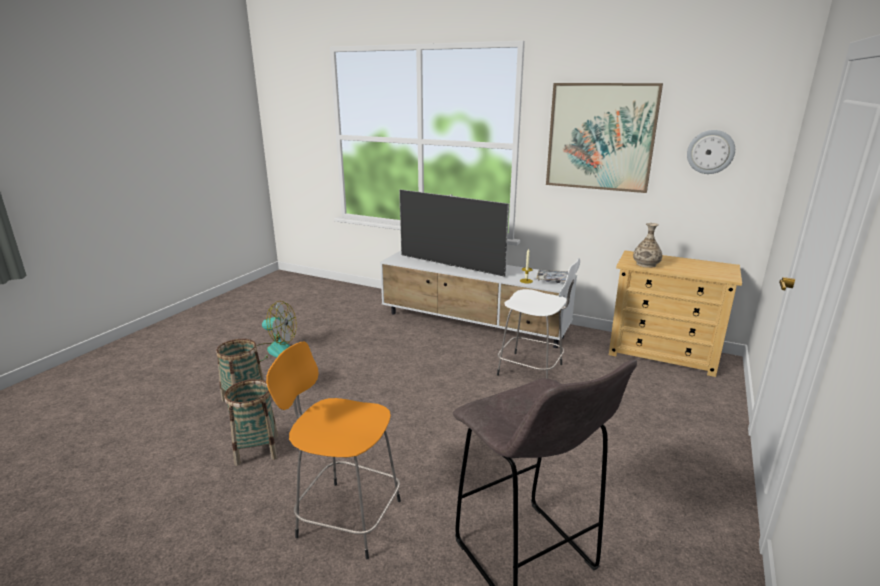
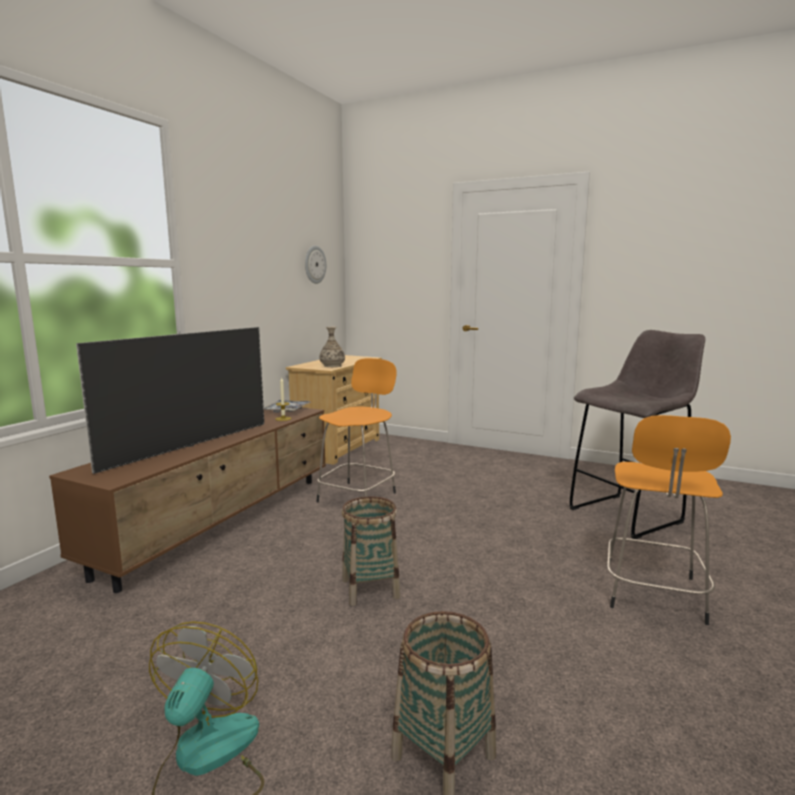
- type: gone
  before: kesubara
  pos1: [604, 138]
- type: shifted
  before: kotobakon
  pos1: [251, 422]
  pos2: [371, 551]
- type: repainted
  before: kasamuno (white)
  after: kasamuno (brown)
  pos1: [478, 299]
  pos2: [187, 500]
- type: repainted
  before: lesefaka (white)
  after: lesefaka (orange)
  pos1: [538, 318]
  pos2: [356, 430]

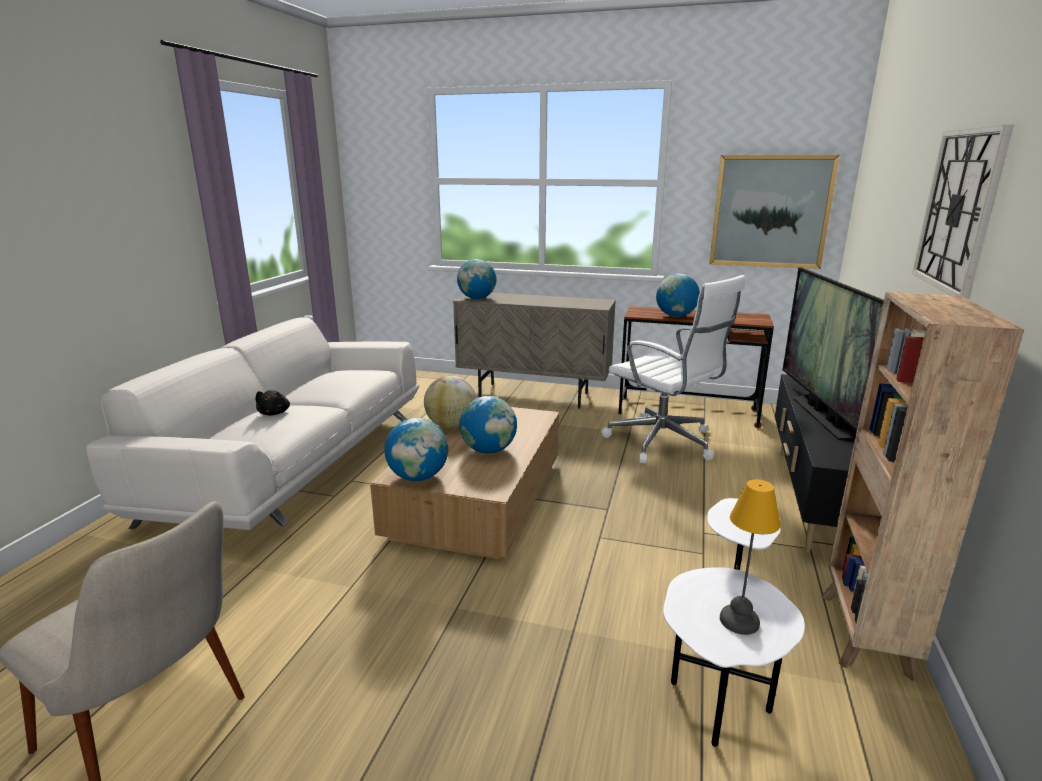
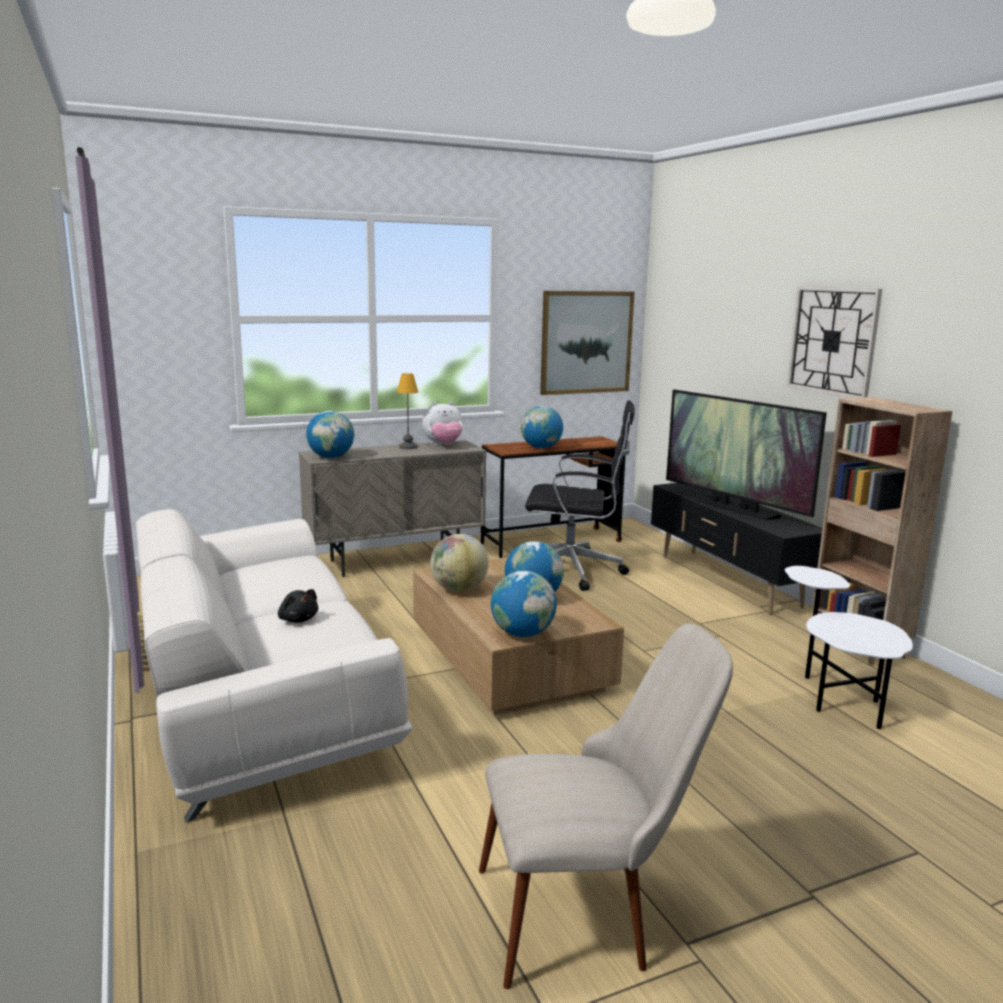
- type: new
  after: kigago
  pos2: [442, 424]
- type: shifted
  before: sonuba
  pos1: [750, 557]
  pos2: [407, 411]
- type: repainted
  before: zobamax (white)
  after: zobamax (black)
  pos1: [673, 369]
  pos2: [580, 495]

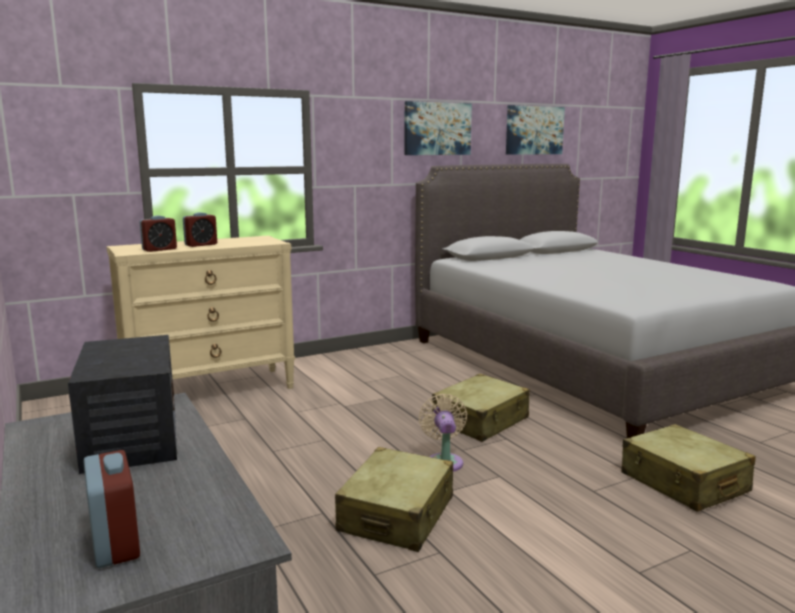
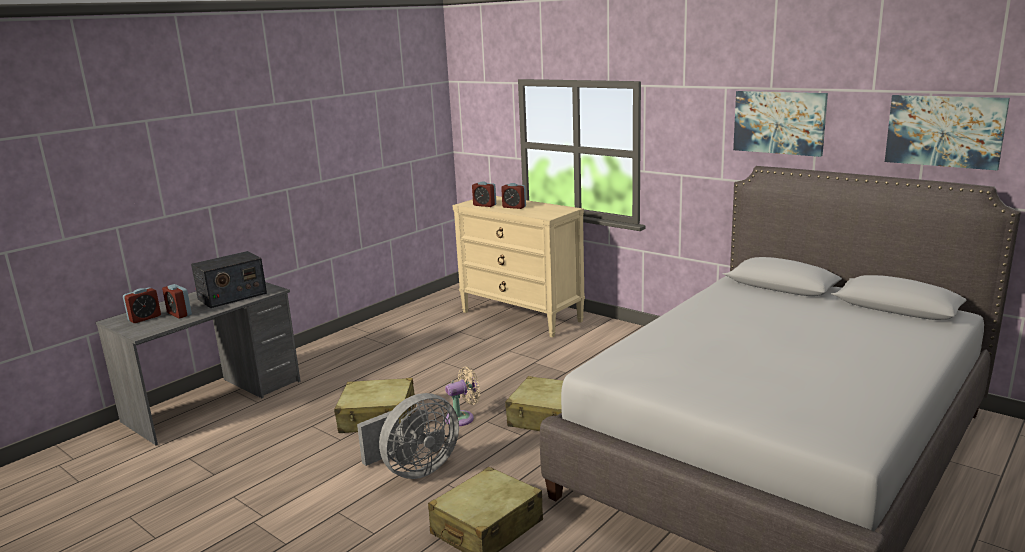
- type: new
  after: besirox
  pos2: [177, 301]
- type: new
  after: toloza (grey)
  pos2: [408, 436]

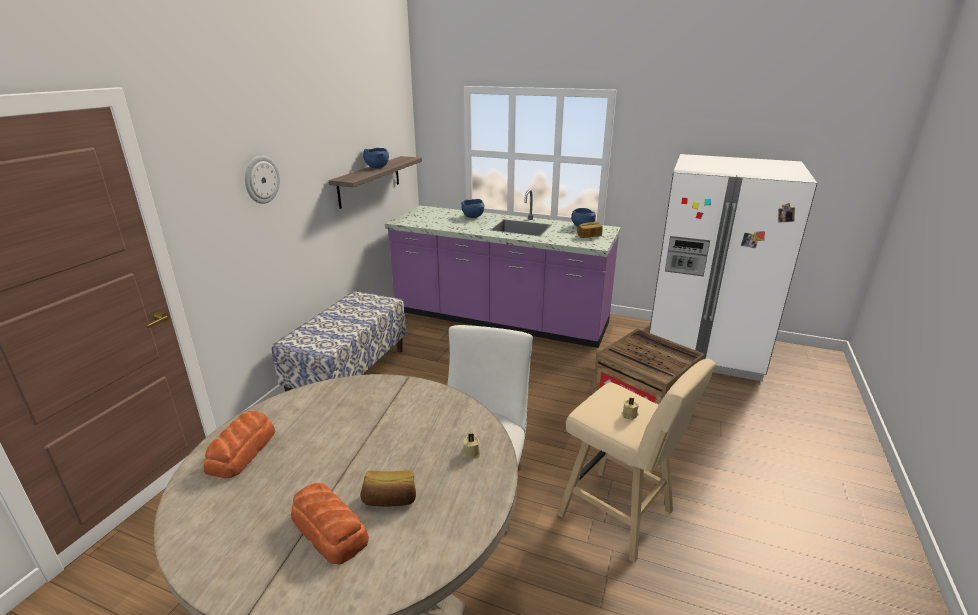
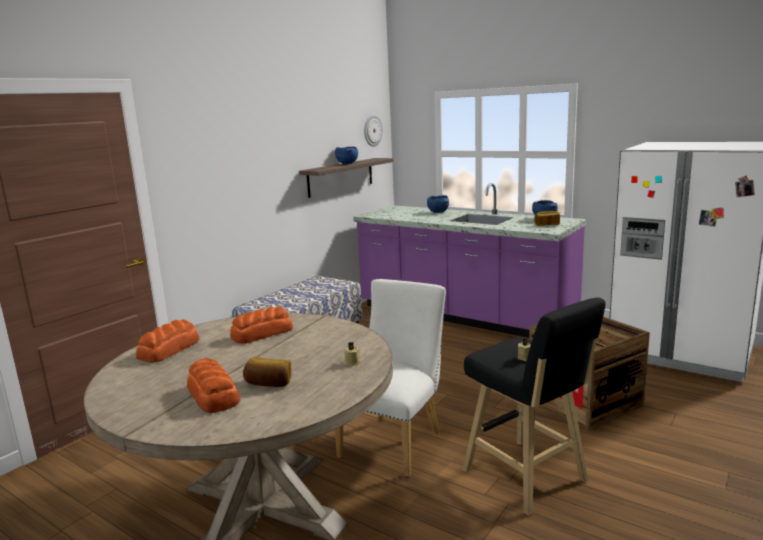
- type: new
  after: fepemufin
  pos2: [261, 325]
- type: shifted
  before: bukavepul
  pos1: [262, 179]
  pos2: [373, 131]
- type: repainted
  before: lesefaka (beige)
  after: lesefaka (black)
  pos1: [636, 461]
  pos2: [534, 407]

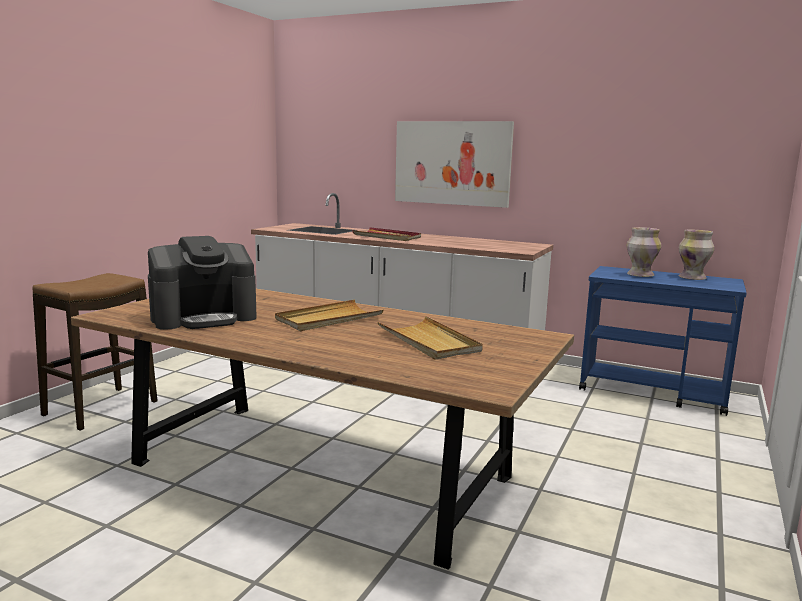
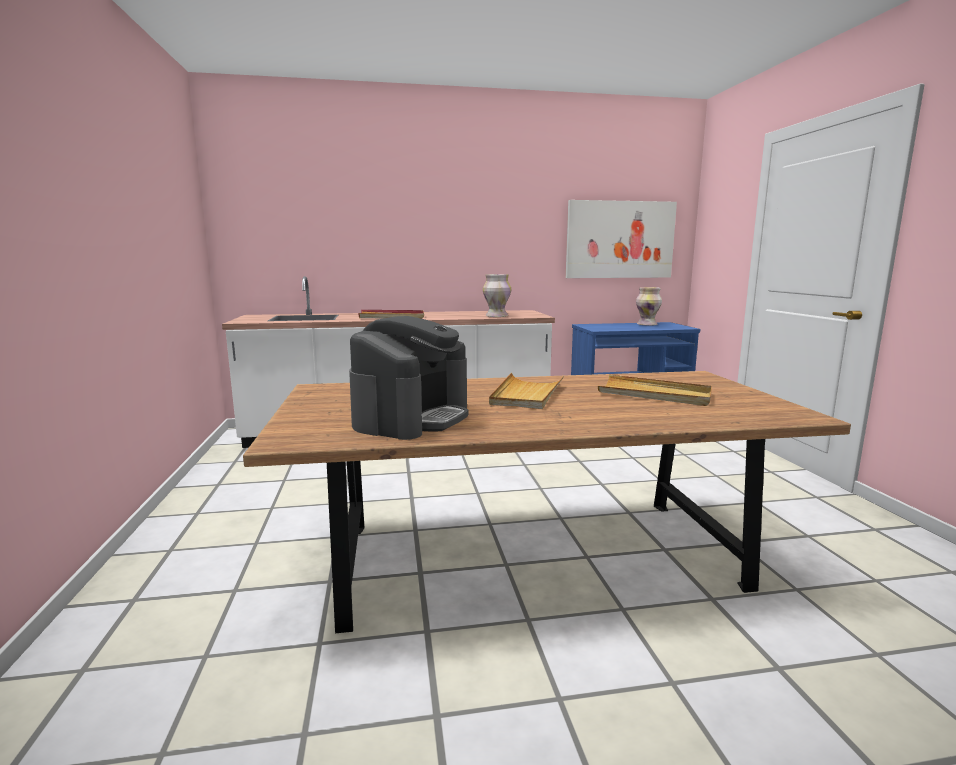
- type: gone
  before: lesefaka
  pos1: [95, 352]
- type: shifted
  before: kesubara
  pos1: [454, 164]
  pos2: [621, 239]
- type: shifted
  before: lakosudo
  pos1: [644, 252]
  pos2: [497, 295]

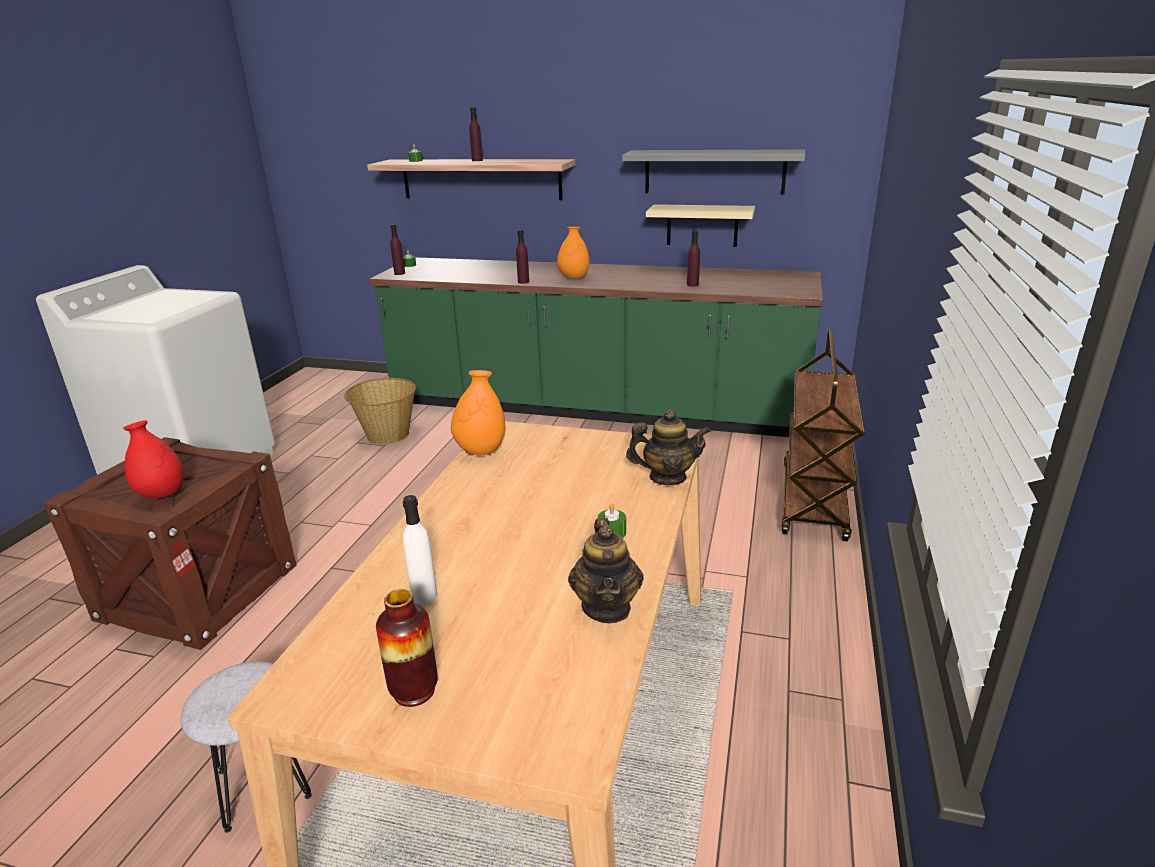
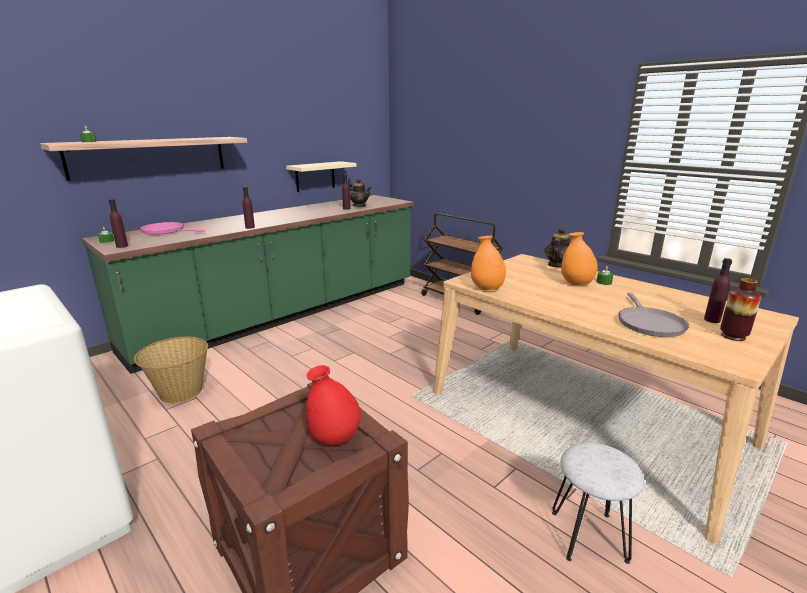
- type: gone
  before: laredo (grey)
  pos1: [713, 171]
- type: new
  after: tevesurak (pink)
  pos2: [172, 228]
- type: shifted
  before: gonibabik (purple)
  pos1: [476, 134]
  pos2: [718, 290]
- type: shifted
  before: lakosudo (orange)
  pos1: [573, 252]
  pos2: [579, 258]
- type: shifted
  before: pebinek
  pos1: [606, 570]
  pos2: [359, 193]
- type: swapped
  before: gonibabik (white)
  after: tevesurak (grey)
  pos1: [420, 550]
  pos2: [654, 314]

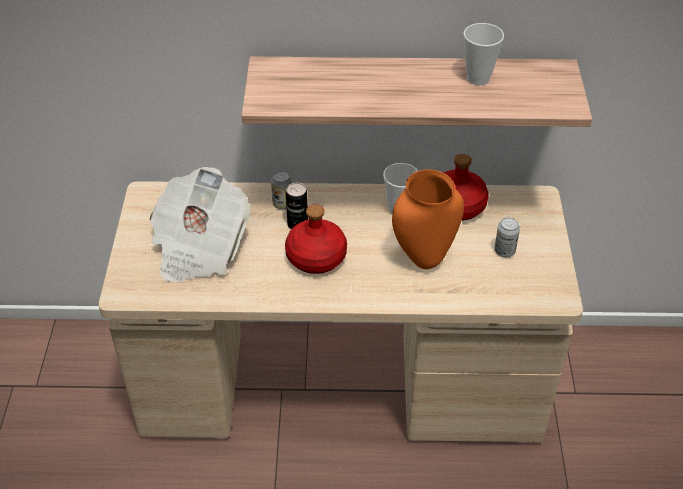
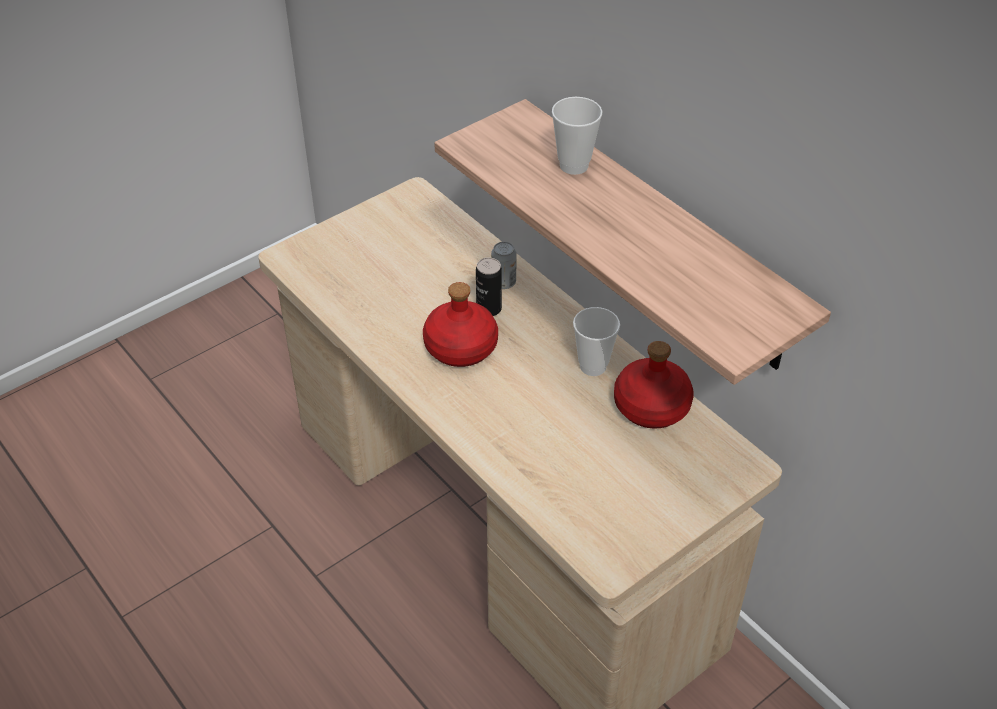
- type: gone
  before: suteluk
  pos1: [200, 224]
- type: gone
  before: lakosudo (orange)
  pos1: [428, 219]
- type: gone
  before: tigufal
  pos1: [507, 237]
- type: shifted
  before: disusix
  pos1: [484, 54]
  pos2: [577, 136]

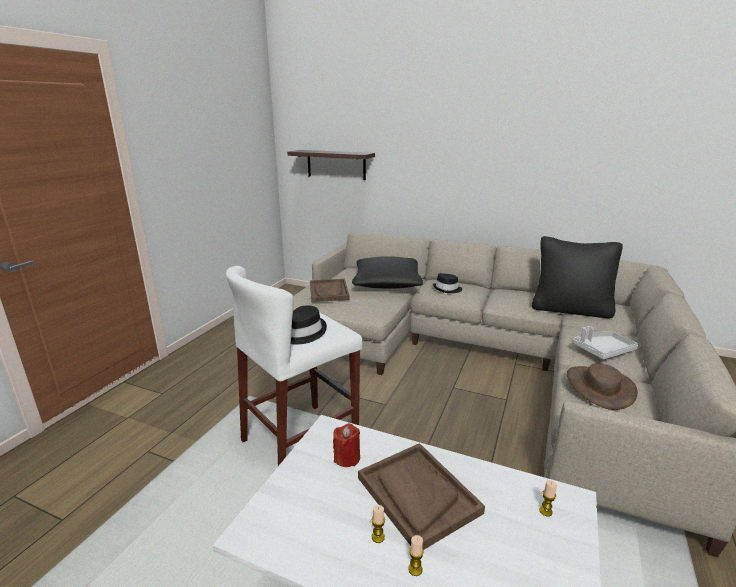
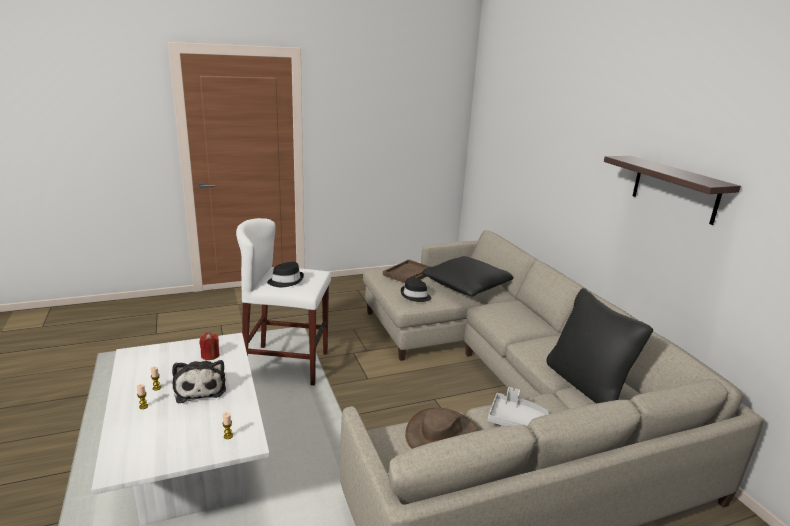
- type: shifted
  before: laredo
  pos1: [331, 165]
  pos2: [672, 190]
- type: shifted
  before: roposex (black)
  pos1: [447, 283]
  pos2: [416, 289]
- type: swapped
  before: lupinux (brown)
  after: kigago
  pos1: [421, 496]
  pos2: [199, 381]

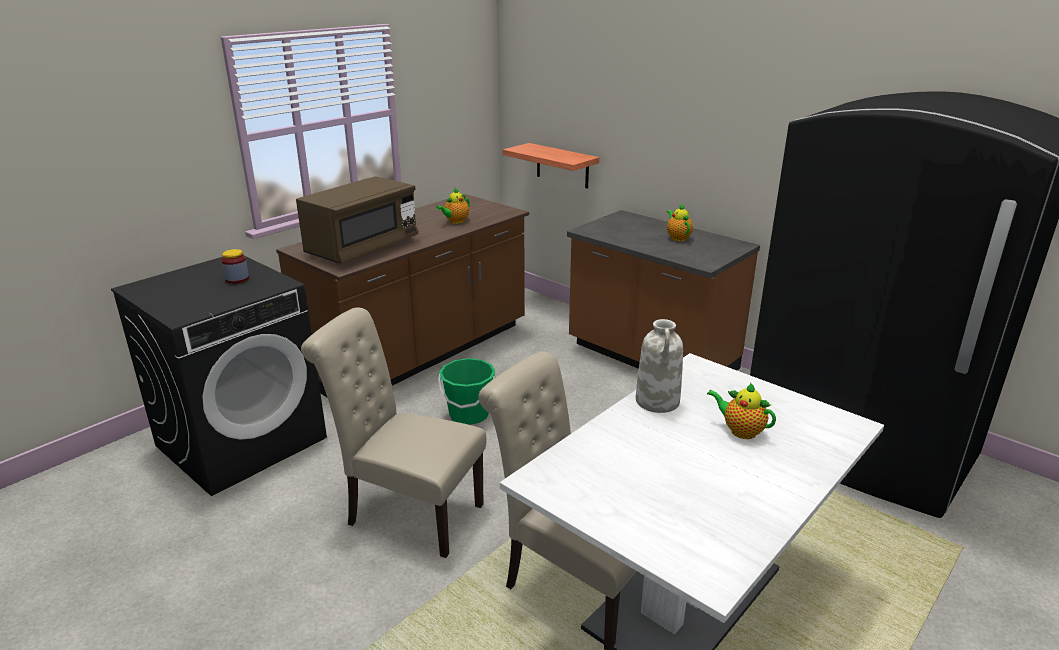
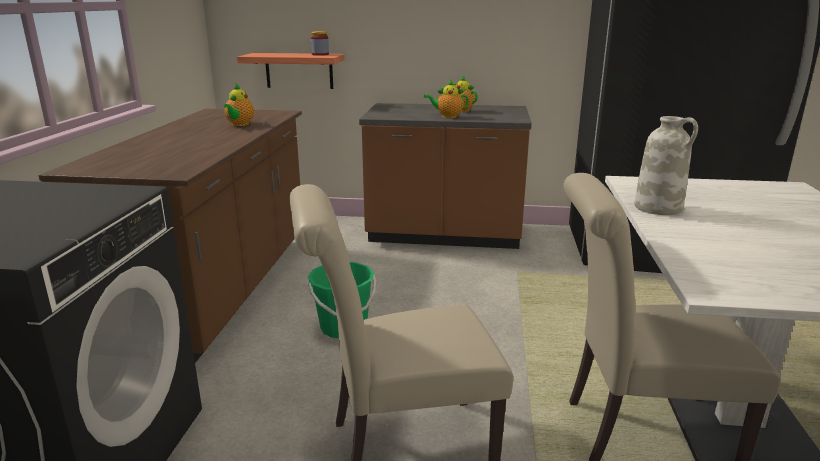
- type: gone
  before: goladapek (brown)
  pos1: [357, 219]
- type: shifted
  before: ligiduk
  pos1: [235, 266]
  pos2: [320, 43]
- type: shifted
  before: pebinek
  pos1: [741, 410]
  pos2: [446, 99]

